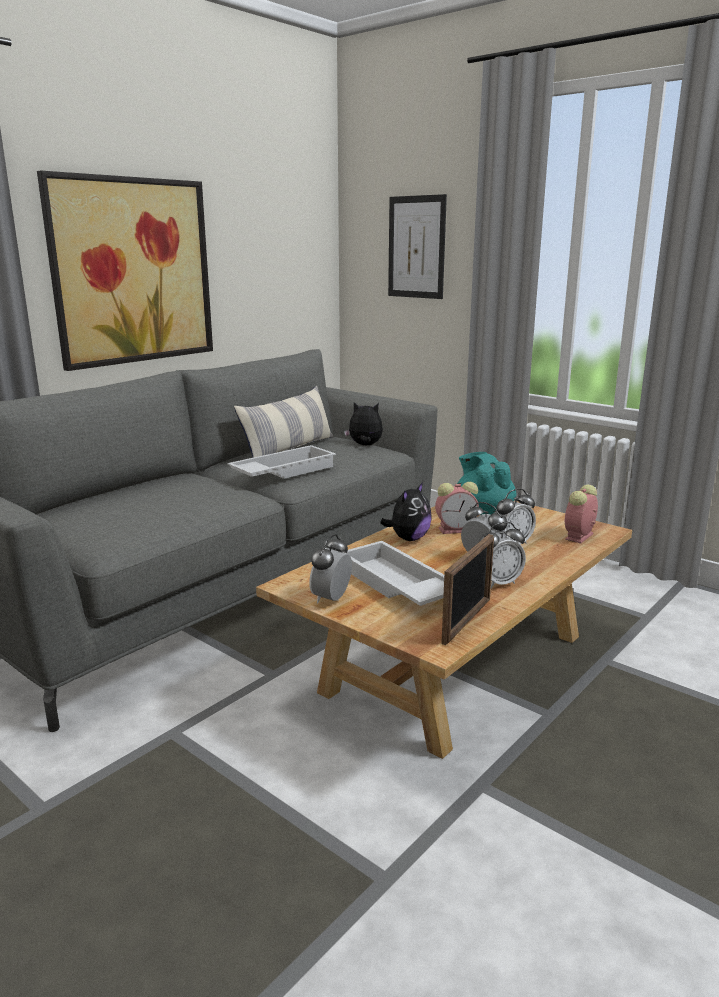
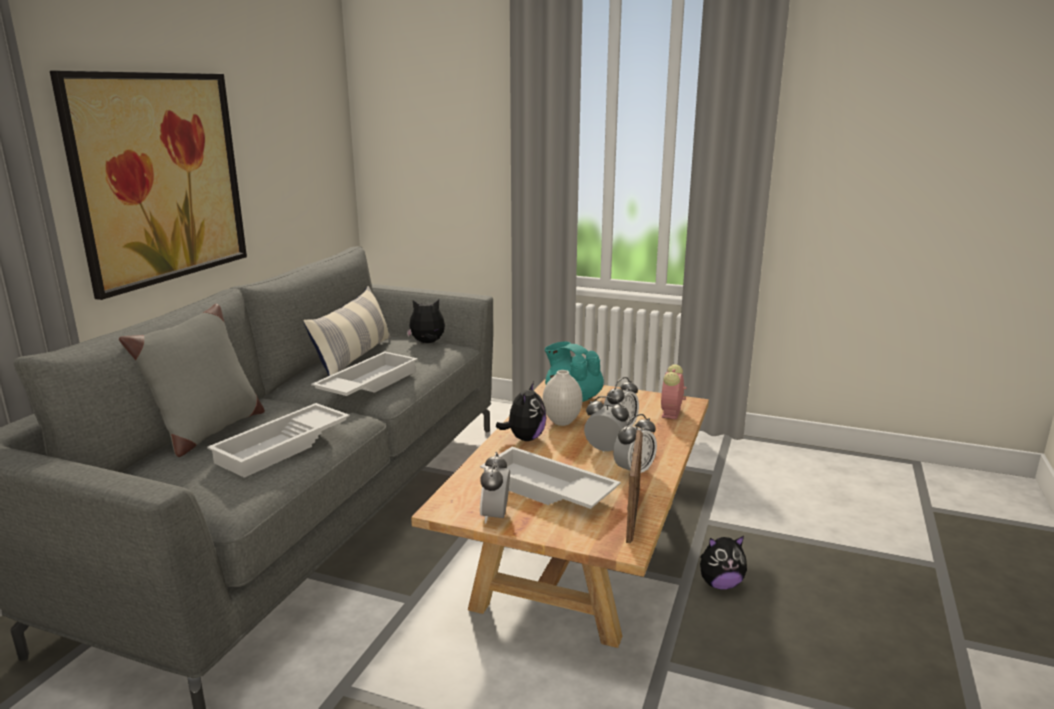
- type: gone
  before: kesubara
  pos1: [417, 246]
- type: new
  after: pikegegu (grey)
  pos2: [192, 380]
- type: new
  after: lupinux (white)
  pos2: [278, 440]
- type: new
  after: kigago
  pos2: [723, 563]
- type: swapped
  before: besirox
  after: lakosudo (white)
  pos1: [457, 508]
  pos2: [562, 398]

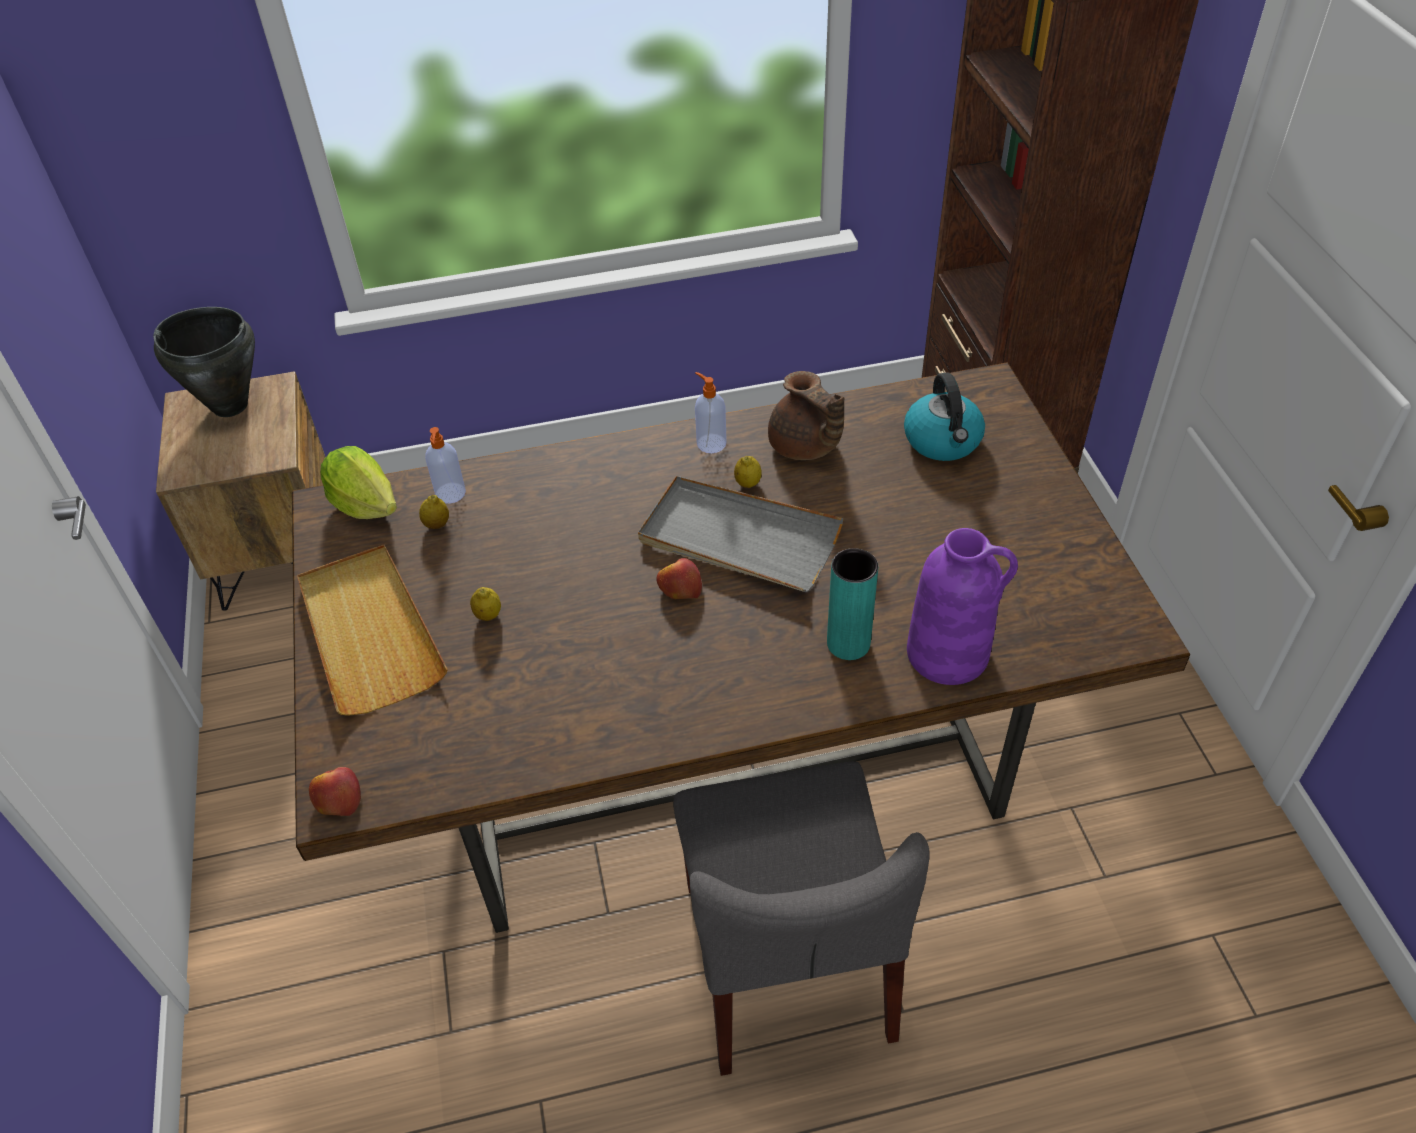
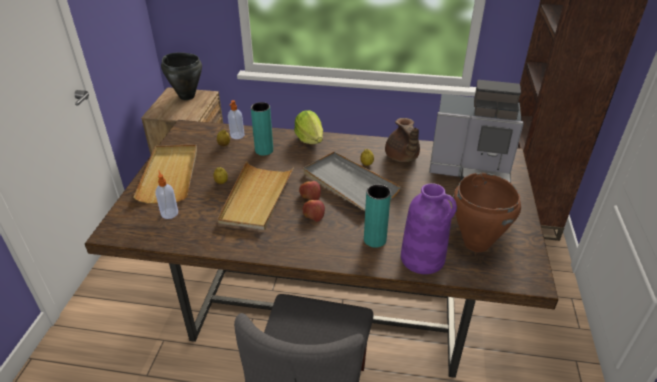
- type: new
  after: lupinux (beige)
  pos2: [256, 195]
- type: new
  after: lakosudo (turquoise)
  pos2: [262, 129]
- type: new
  after: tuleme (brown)
  pos2: [487, 212]
- type: shifted
  before: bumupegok
  pos1: [335, 791]
  pos2: [314, 211]
- type: shifted
  before: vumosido
  pos1: [358, 482]
  pos2: [308, 127]
- type: shifted
  before: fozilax
  pos1: [711, 412]
  pos2: [167, 194]
- type: swapped
  before: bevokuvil
  after: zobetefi
  pos1: [944, 417]
  pos2: [476, 131]

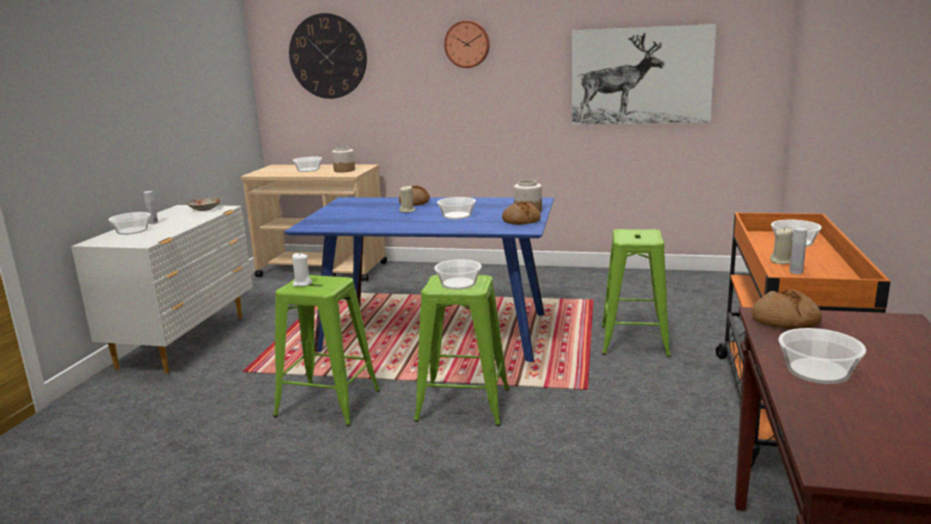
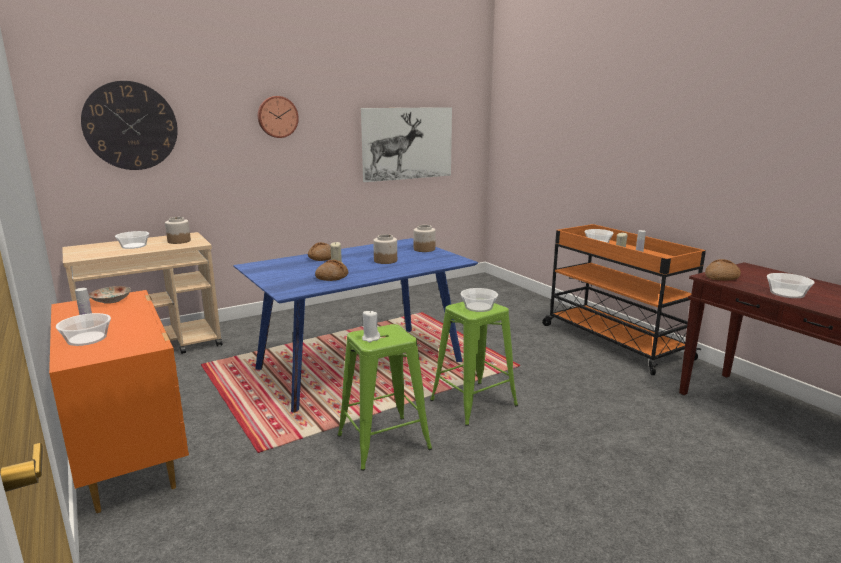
- type: gone
  before: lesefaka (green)
  pos1: [636, 293]
- type: shifted
  before: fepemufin
  pos1: [521, 213]
  pos2: [332, 270]
- type: swapped
  before: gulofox
  after: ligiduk
  pos1: [456, 208]
  pos2: [385, 249]
- type: repainted
  before: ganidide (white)
  after: ganidide (orange)
  pos1: [162, 289]
  pos2: [119, 401]

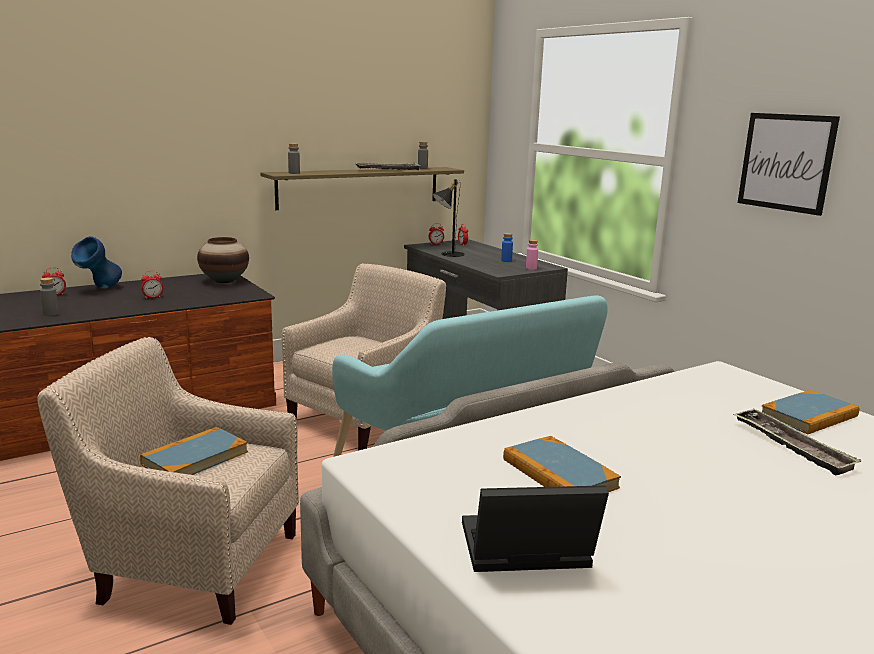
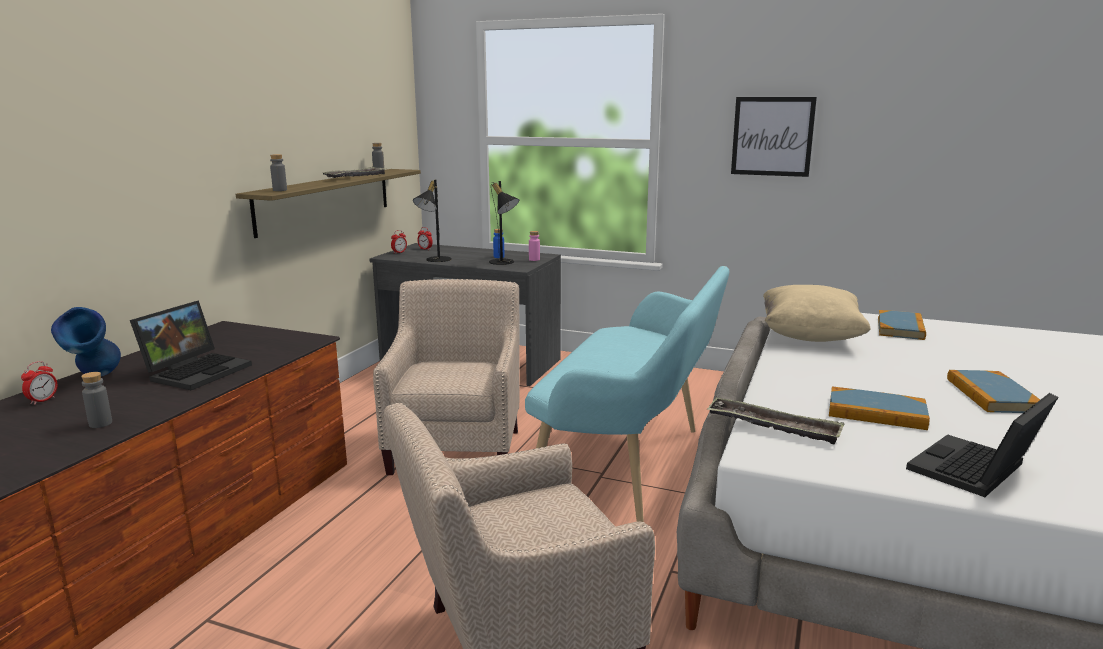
- type: gone
  before: lakosudo
  pos1: [223, 260]
- type: new
  after: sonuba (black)
  pos2: [504, 223]
- type: new
  after: pikegegu (beige)
  pos2: [817, 313]
- type: shifted
  before: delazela
  pos1: [194, 451]
  pos2: [993, 391]
- type: shifted
  before: lupinux
  pos1: [797, 442]
  pos2: [776, 420]
- type: swapped
  before: besirox
  after: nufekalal
  pos1: [152, 285]
  pos2: [191, 345]

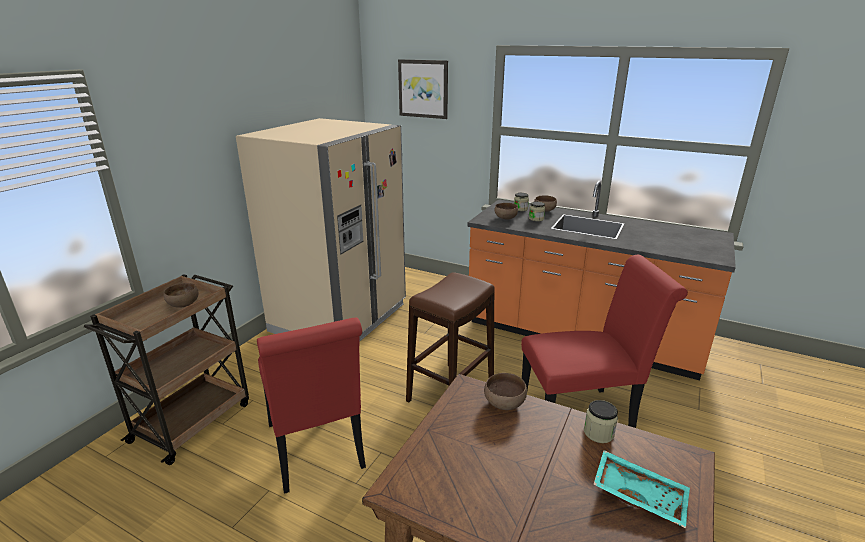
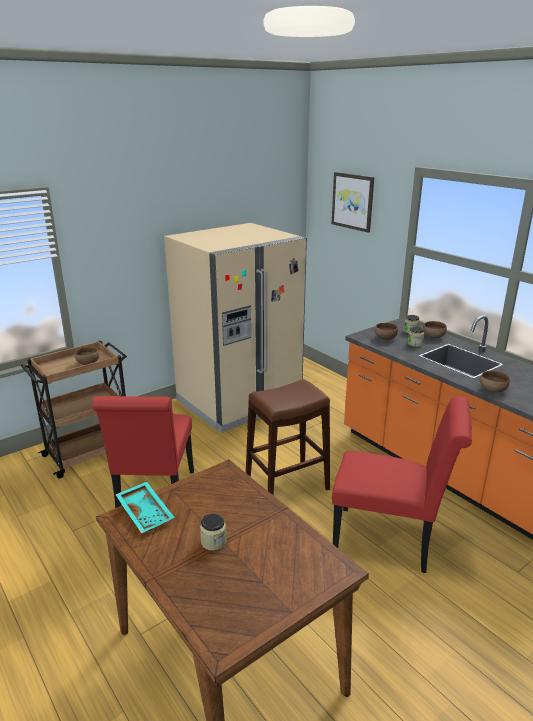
- type: shifted
  before: gulofox (brown)
  pos1: [505, 391]
  pos2: [495, 381]
- type: shifted
  before: ligiduk
  pos1: [601, 421]
  pos2: [213, 532]
- type: shifted
  before: lupinux (turquoise)
  pos1: [641, 489]
  pos2: [145, 507]

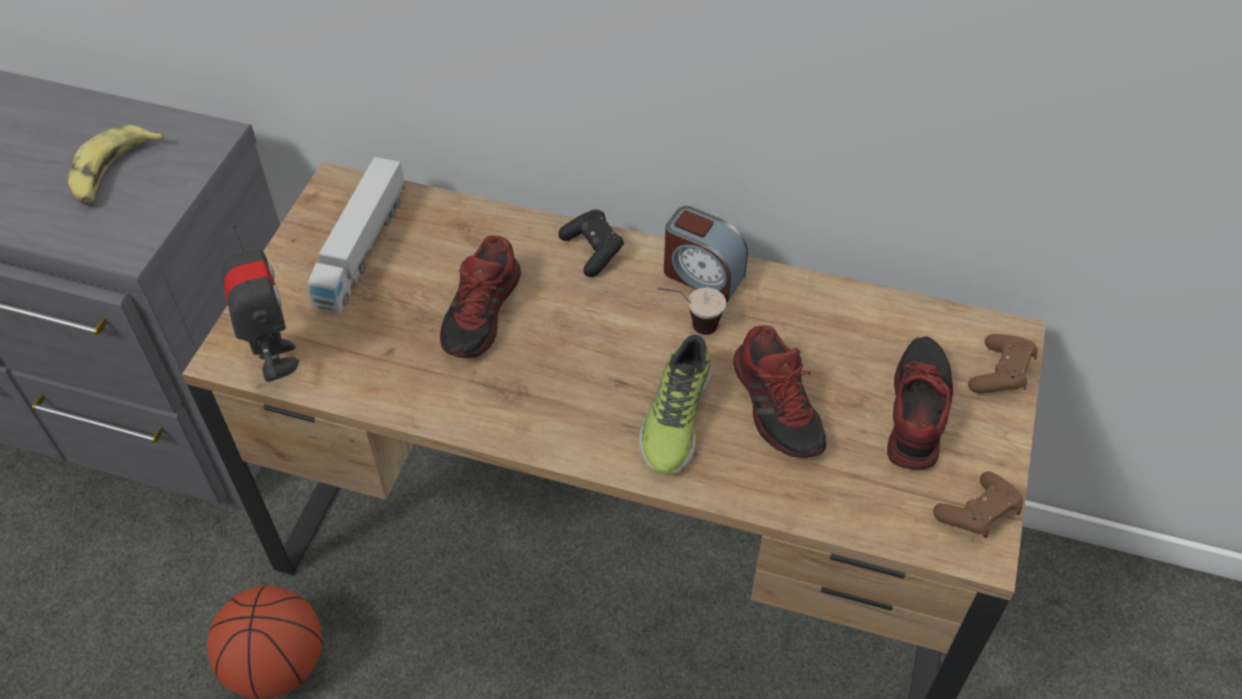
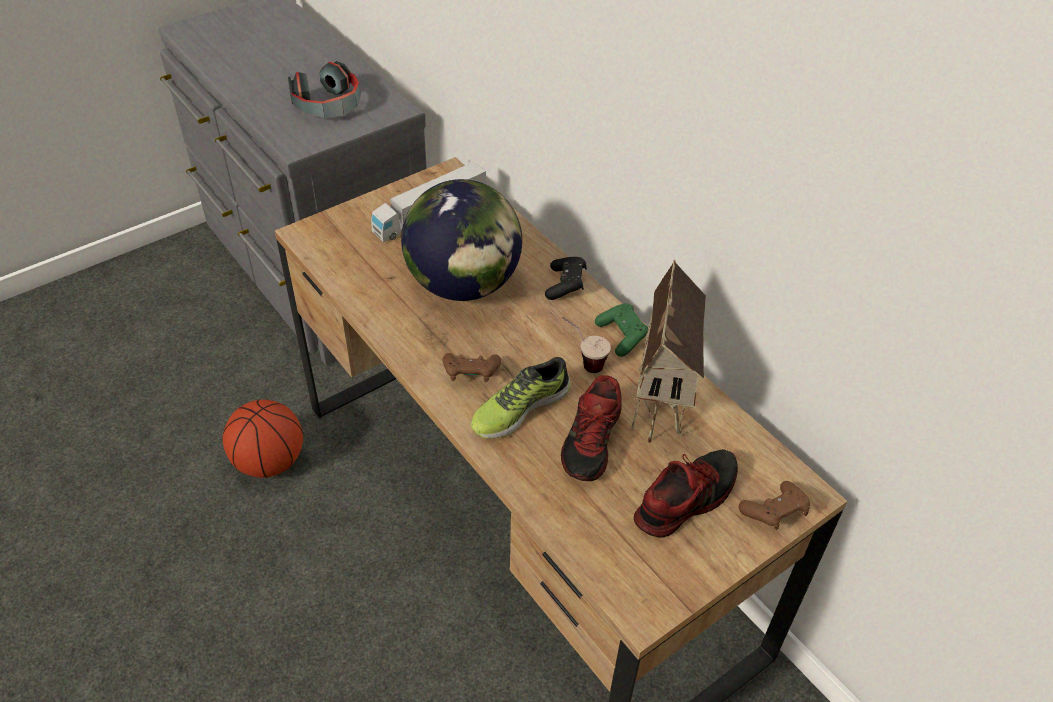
- type: gone
  before: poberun
  pos1: [260, 303]
- type: new
  after: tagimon
  pos2: [668, 351]
- type: shifted
  before: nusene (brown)
  pos1: [978, 504]
  pos2: [472, 367]
- type: swapped
  before: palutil
  after: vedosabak
  pos1: [116, 165]
  pos2: [324, 89]
- type: swapped
  before: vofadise
  after: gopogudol
  pos1: [480, 297]
  pos2: [461, 240]
- type: swapped
  before: besirox
  after: nusene (green)
  pos1: [706, 254]
  pos2: [621, 330]

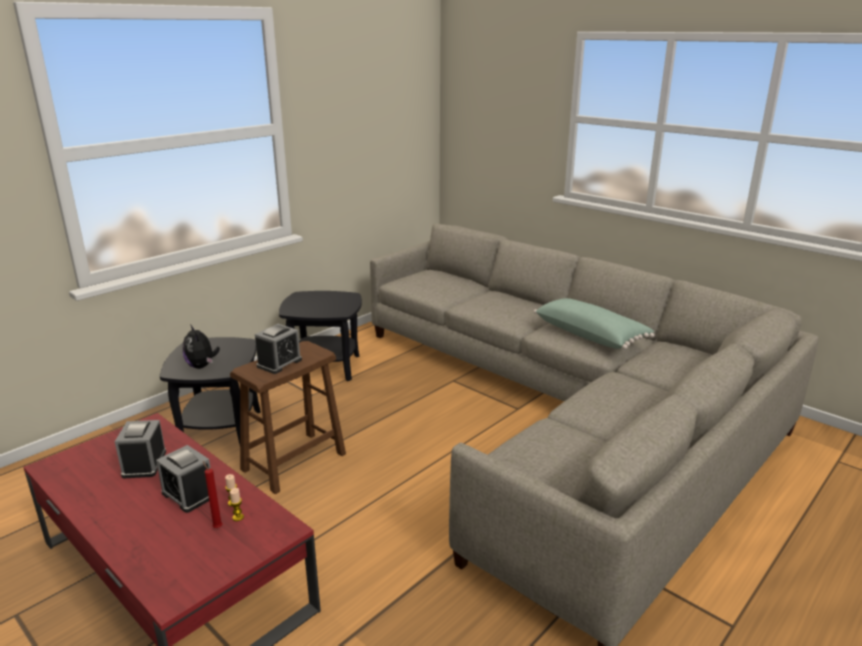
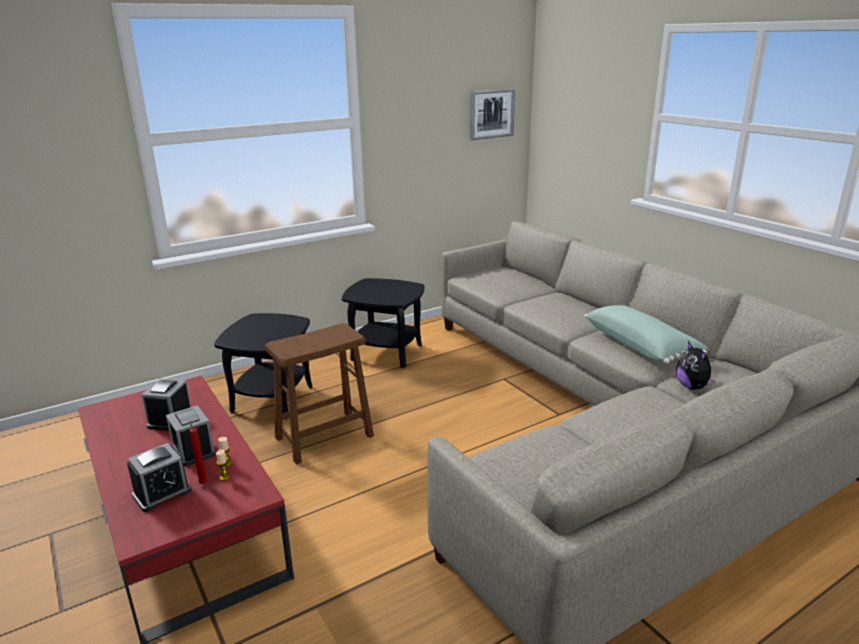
- type: new
  after: kesubara
  pos2: [492, 114]
- type: shifted
  before: kigago
  pos1: [201, 346]
  pos2: [696, 365]
- type: shifted
  before: besirox
  pos1: [278, 349]
  pos2: [159, 477]

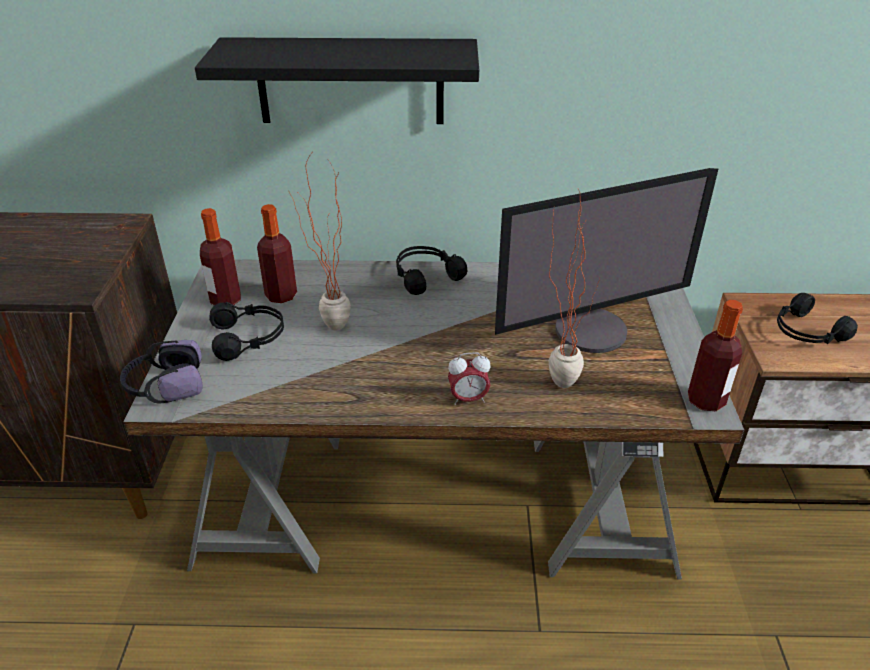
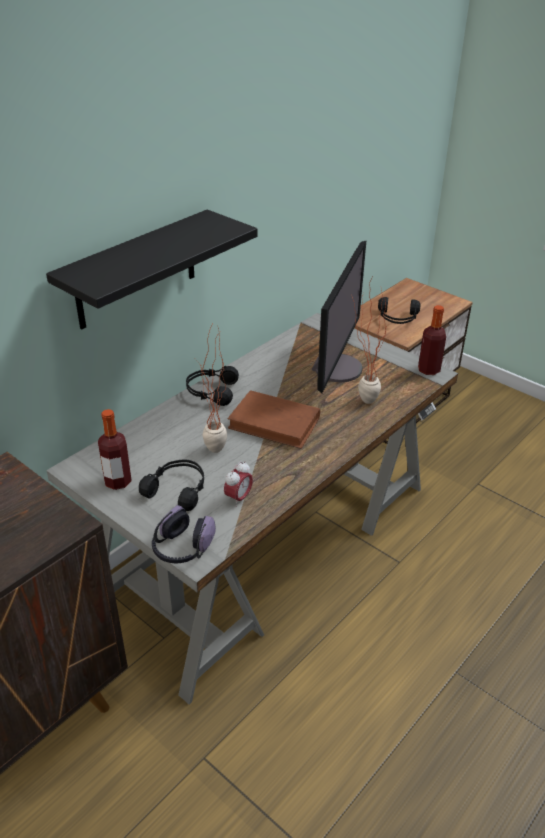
- type: gone
  before: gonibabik
  pos1: [277, 253]
- type: new
  after: delazela (brown)
  pos2: [274, 419]
- type: shifted
  before: besirox
  pos1: [469, 378]
  pos2: [238, 484]

